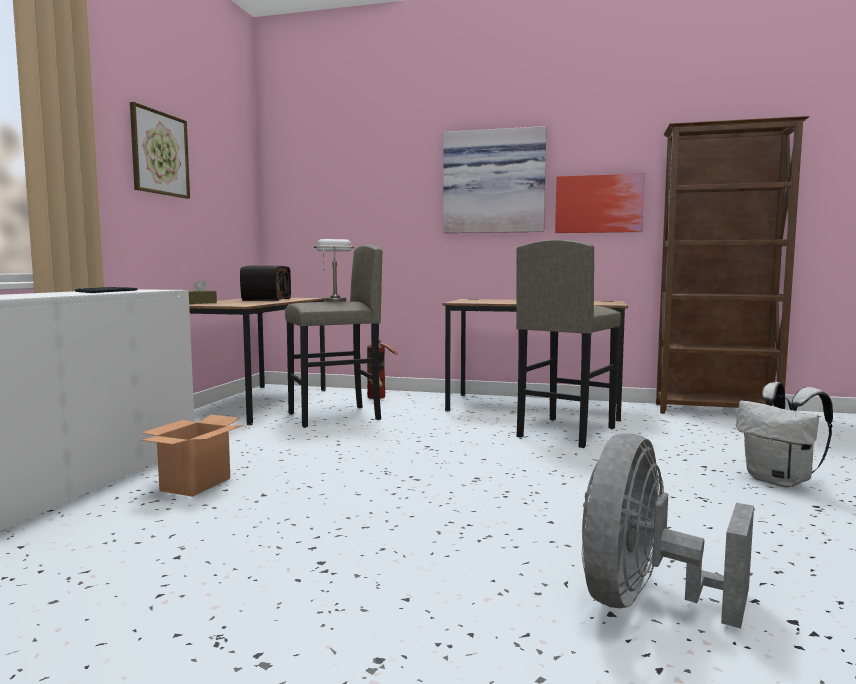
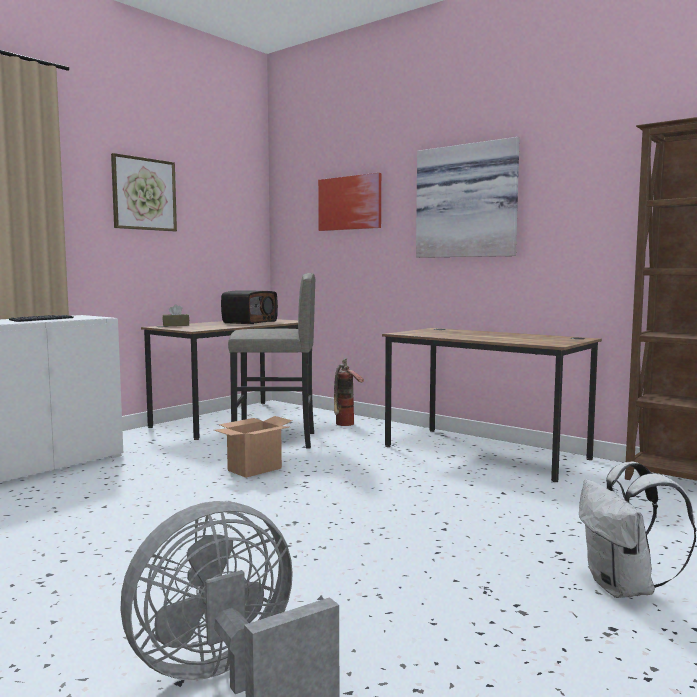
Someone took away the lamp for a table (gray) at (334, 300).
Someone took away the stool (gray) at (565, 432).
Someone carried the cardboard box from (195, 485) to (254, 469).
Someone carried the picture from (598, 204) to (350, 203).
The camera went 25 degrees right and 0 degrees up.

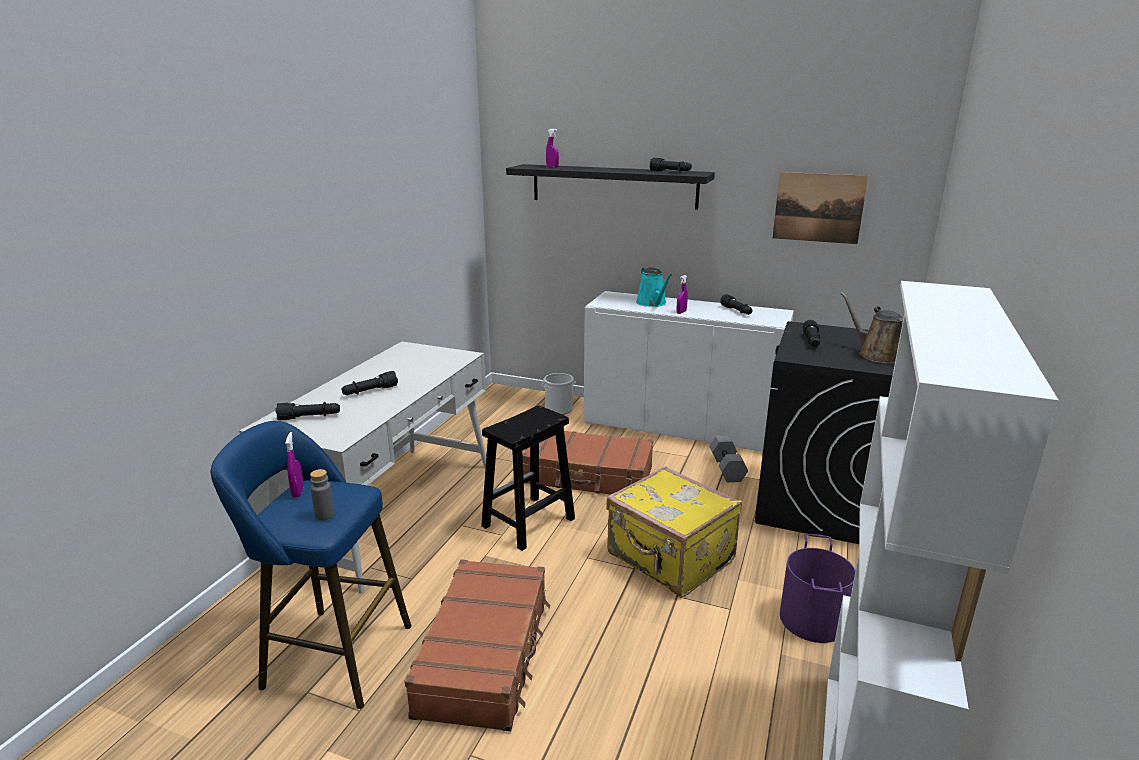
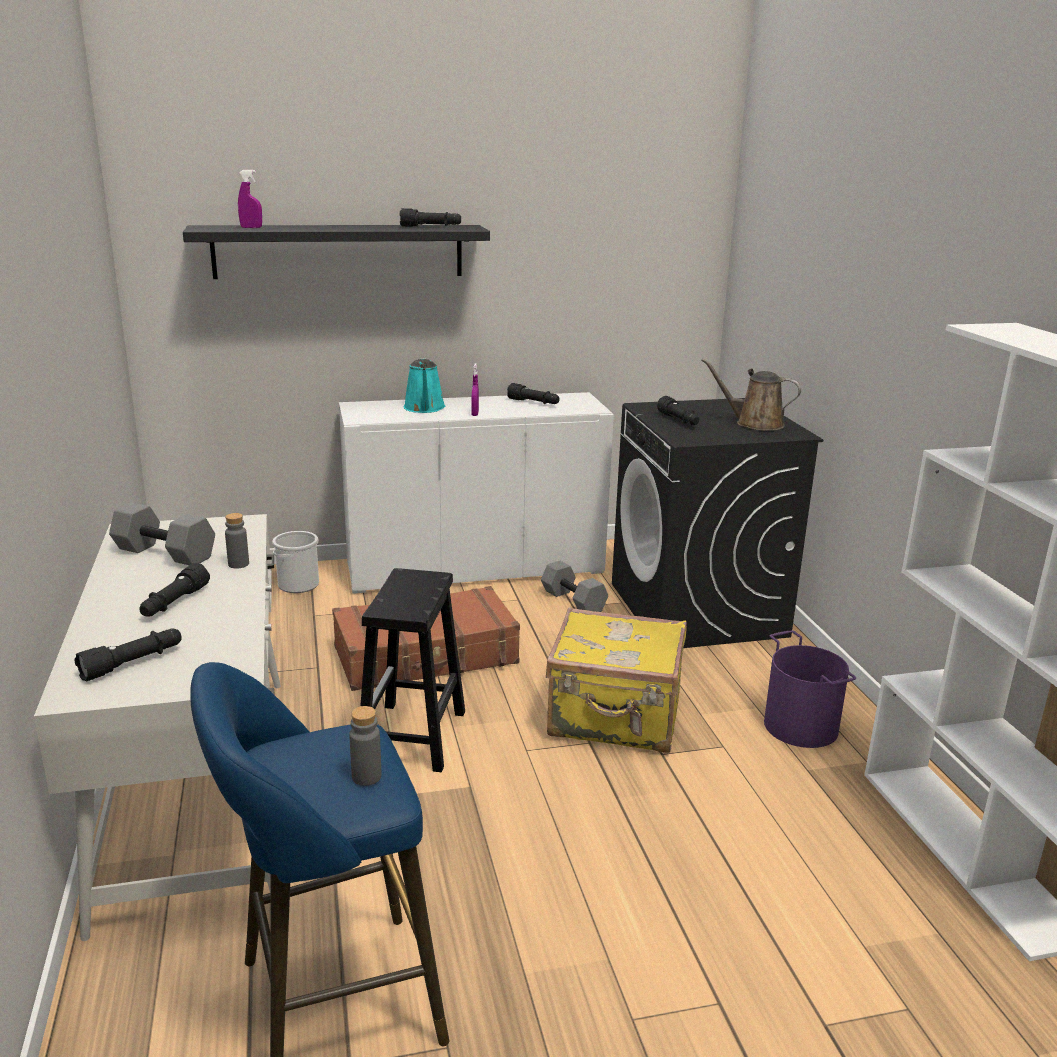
Someone took away the spray bottle (purplish) at (298, 492).
Someone took away the piece of luggage (brownish) at (486, 654).
Someone took away the picture at (818, 207).
Someone put down the dumbbell (gray) at (166, 553).
Someone put down the beverage bottle (gray) at (238, 564).
Someone rotated the sprinkling can (blue-green) at (652, 303) by 45 degrees clockwise.
The camera went 35 degrees left and 0 degrees up.

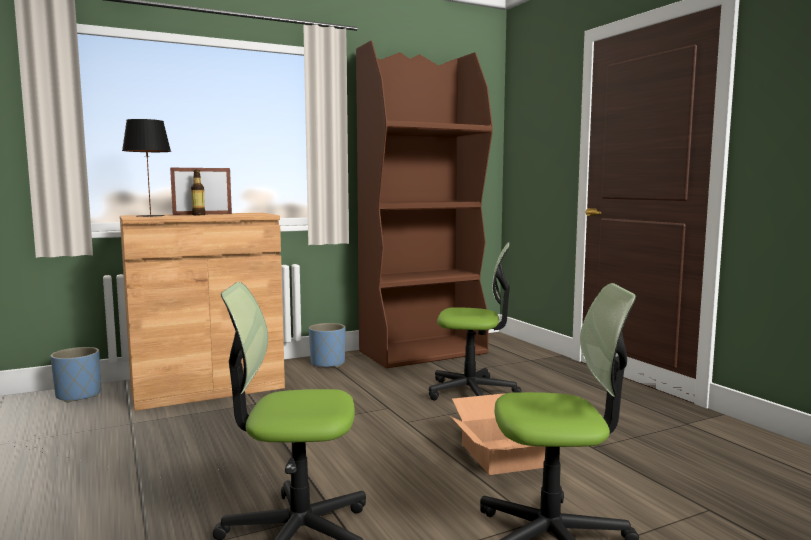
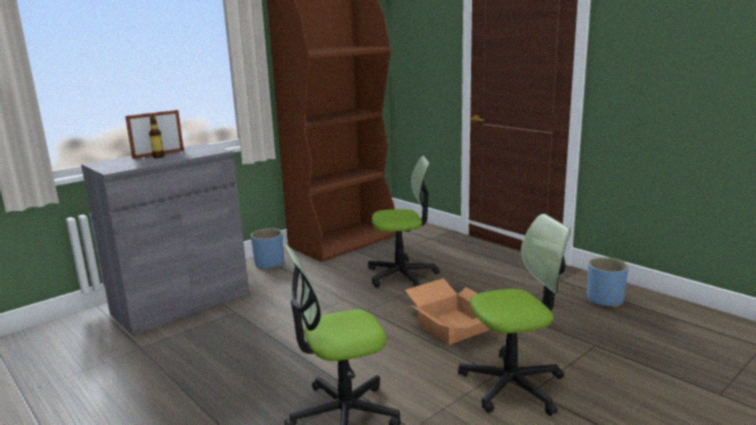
Someone took away the lamp for a table (blackish) at (150, 216).
Someone carried the flower pot (blue-coloured) from (78, 395) to (604, 300).
Someone repainted the storage cabinet (brownish) at (207, 388), which became the storage cabinet (gray) at (181, 303).
The camera went 15 degrees left and 10 degrees up.

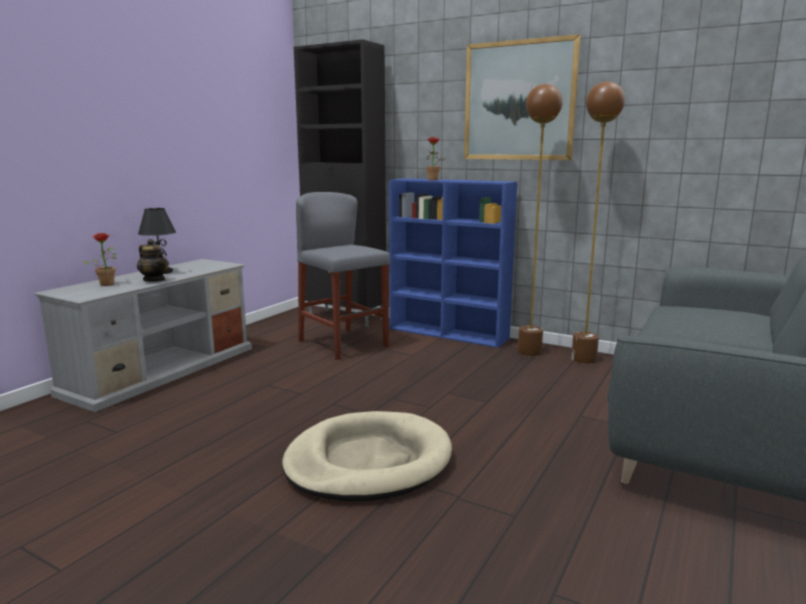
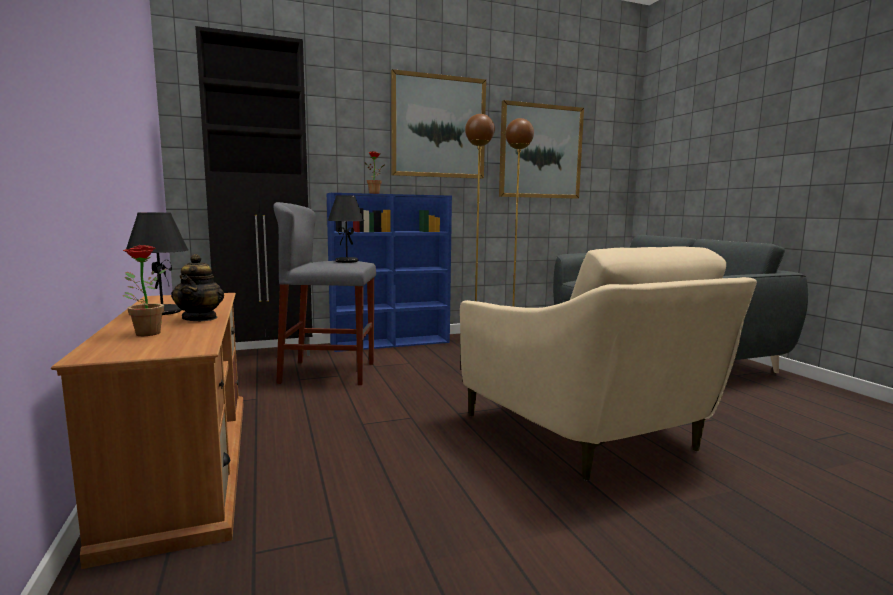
Someone put down the lamp for a table (blackish) at (346, 261).
Someone put up the picture at (540, 152).
Someone swapped the dog cushion (beige) at (368, 462) for the easy chair (beige) at (591, 433).
Someone repainted the tv stand (gray) at (162, 369), which became the tv stand (brownish) at (184, 462).
Someone rotated the tea pot at (154, 280) by 90 degrees clockwise.
The camera went 50 degrees left and 5 degrees down.

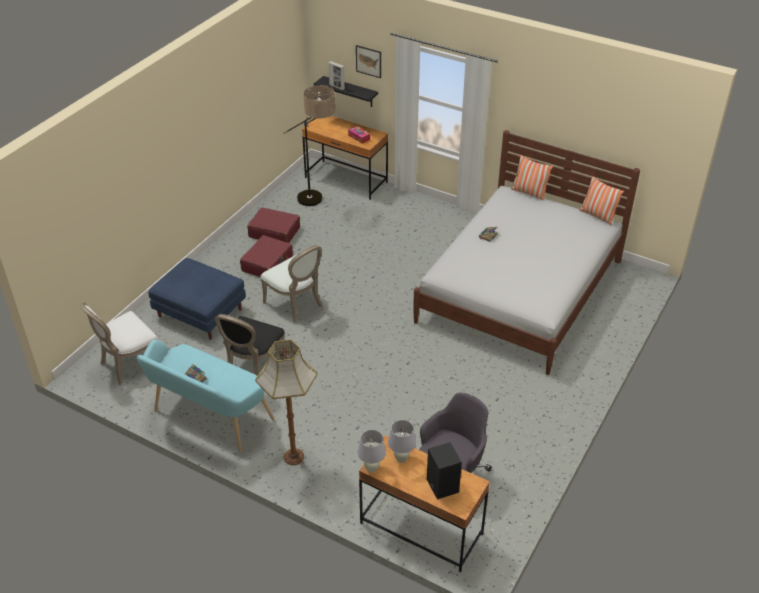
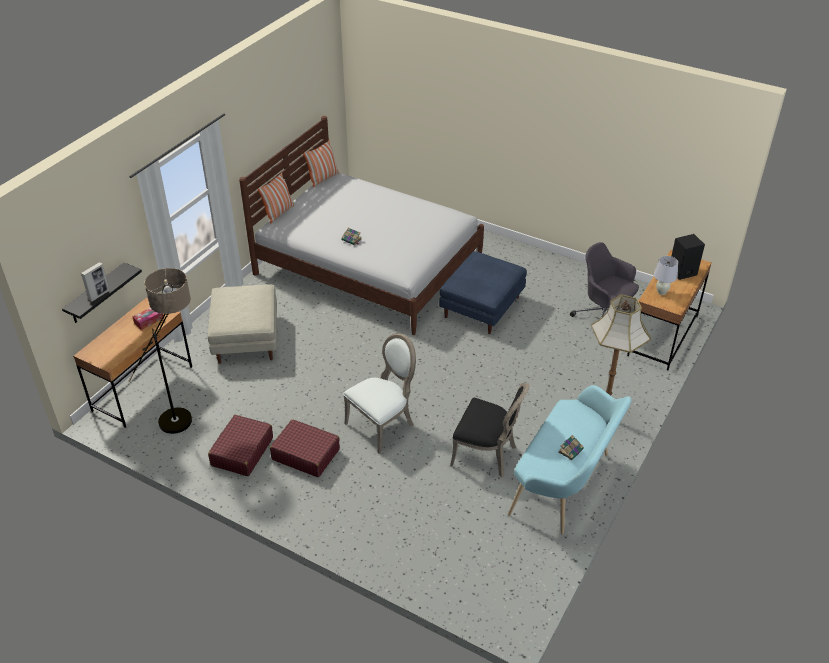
Someone took away the upright chair (whitish) at (128, 364).
Someone took away the picture at (368, 61).
Someone took away the lamp for a table (whitish) at (371, 468).
Someone put down the footrest (beige) at (246, 338).
Someone carried the footrest (blue-coloured) from (201, 313) to (482, 306).
The camera went 90 degrees left and 0 degrees up.

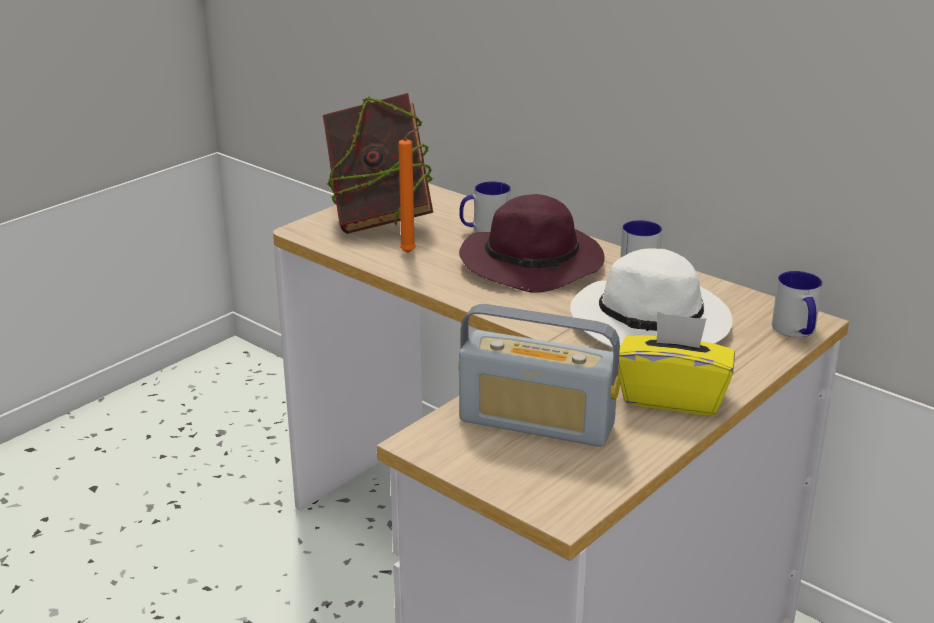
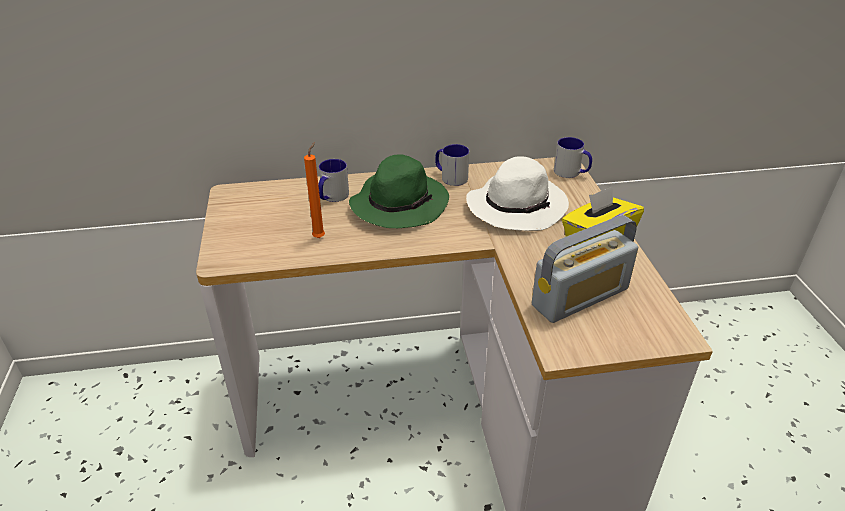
Someone took away the volume at (379, 220).
Someone repainted the clothing hat (purplish) at (534, 264), which became the clothing hat (greenish) at (399, 204).
The camera went 50 degrees left and 10 degrees up.

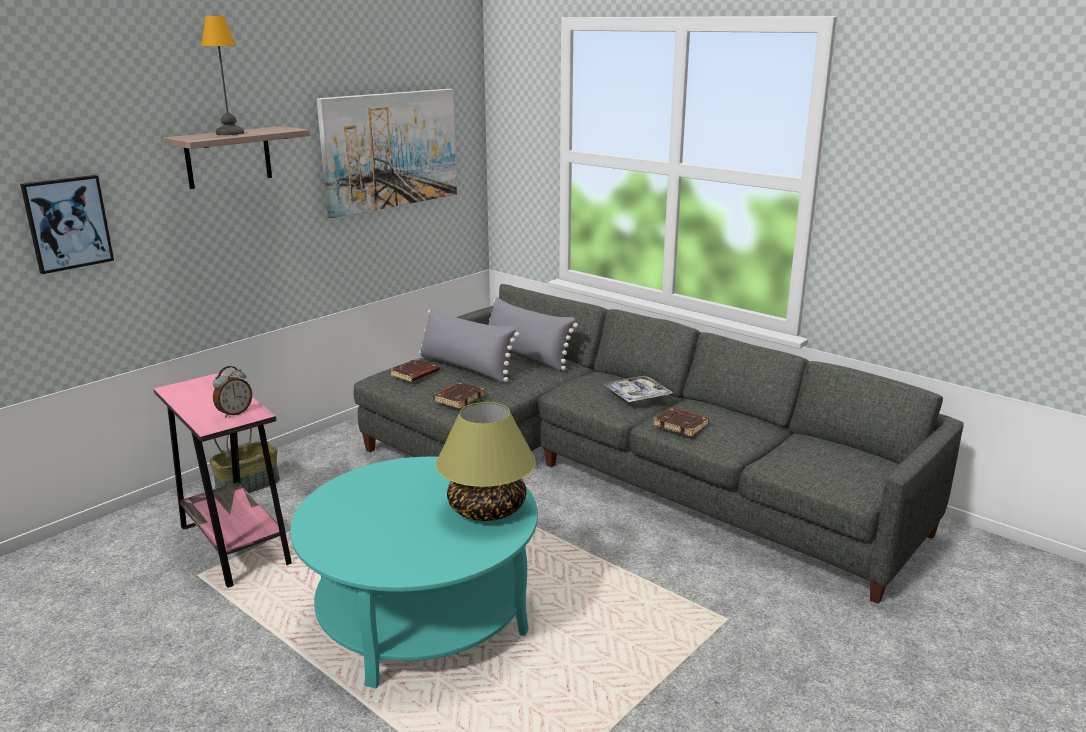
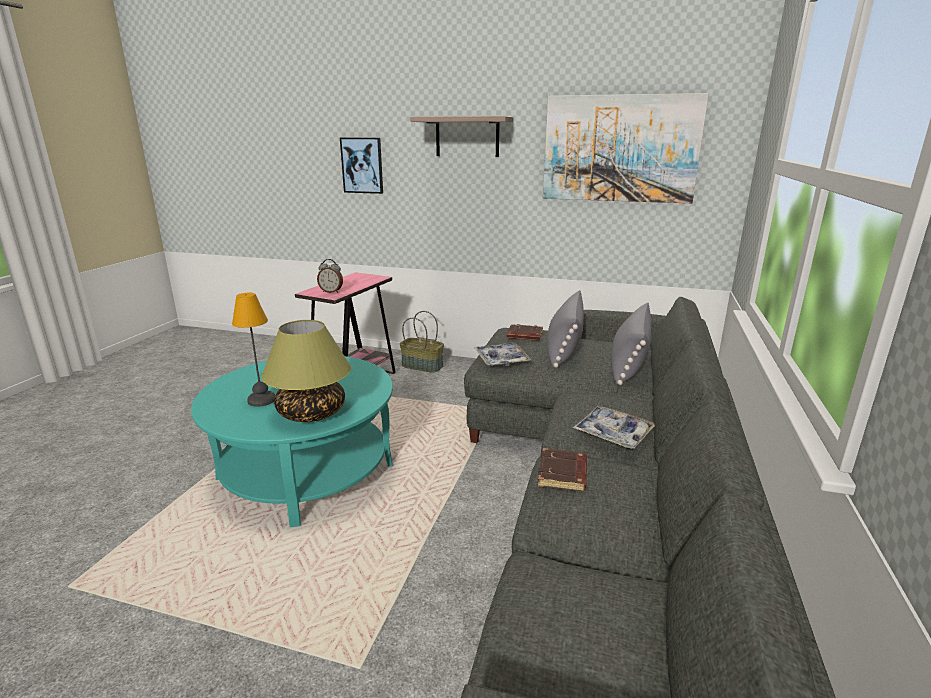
Someone carried the lamp for a table from (230, 133) to (262, 399).
Someone swapped the volume (brownish) at (459, 398) for the tray at (501, 360).
The camera went 65 degrees right and 0 degrees up.

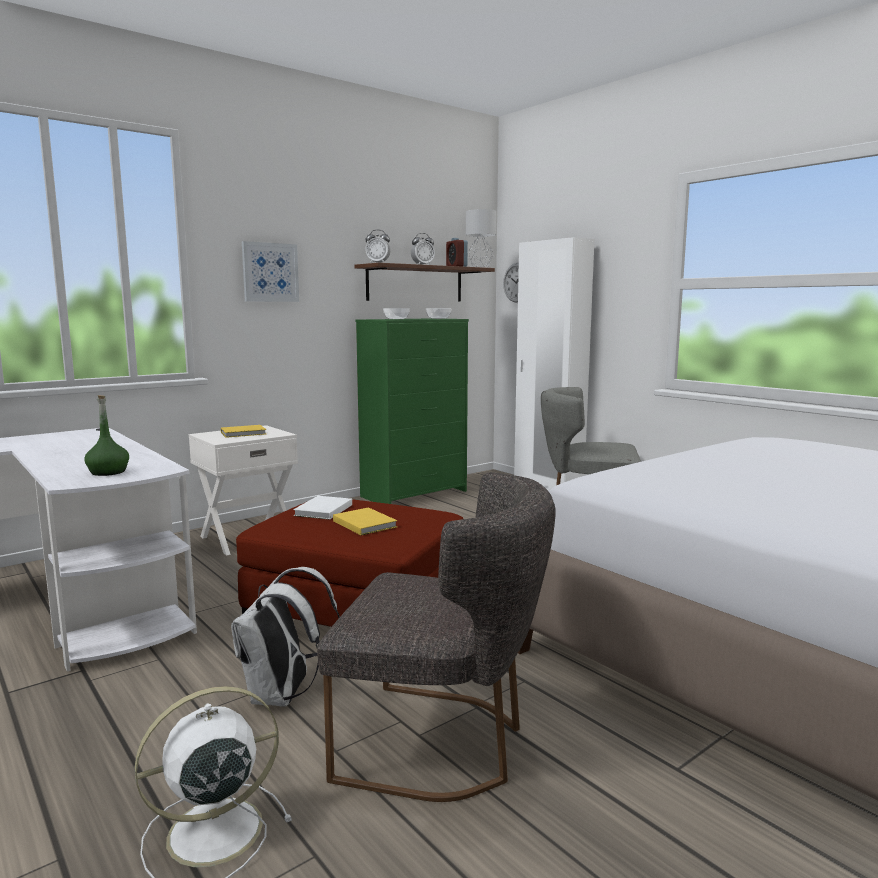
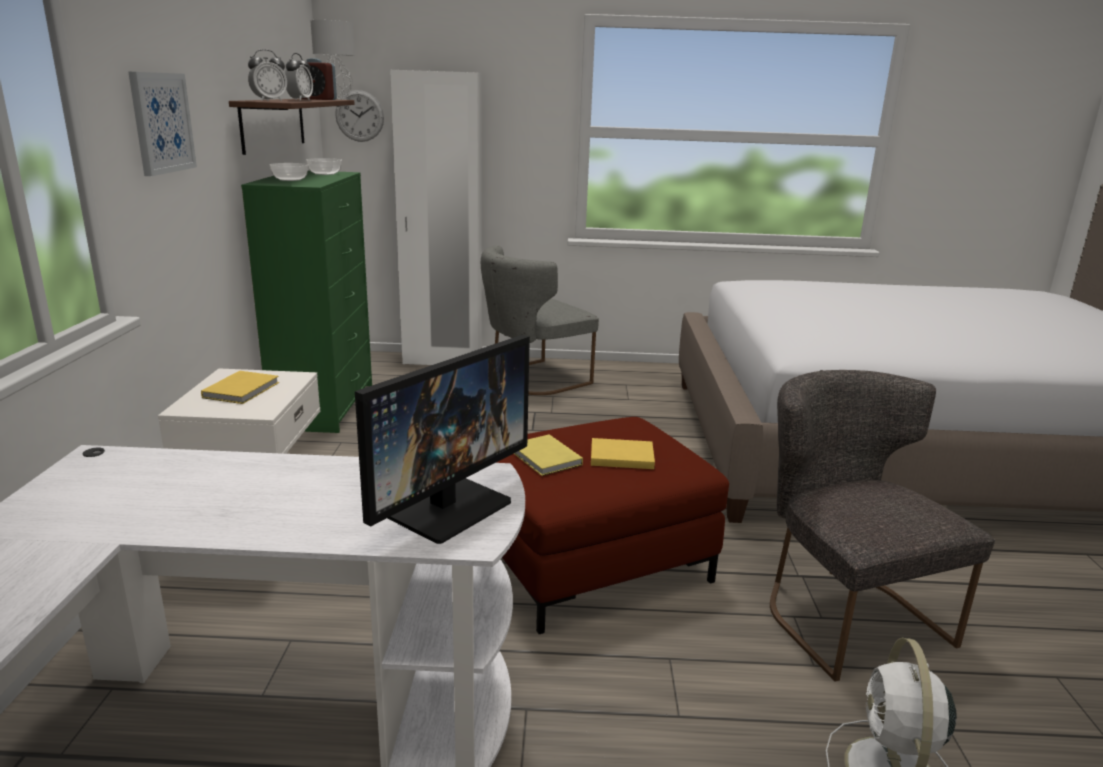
Someone took away the backpack (whitish) at (282, 696).
Someone swapped the beverage bottle (greenish) at (108, 472) for the computer screen at (445, 506).
Someone repainted the volume (whitish) at (322, 510), which became the volume (yellow) at (545, 458).
Someone rotated the upright chair (gray) at (442, 743) by 75 degrees counterclockwise.
The camera went 50 degrees left and 10 degrees up.

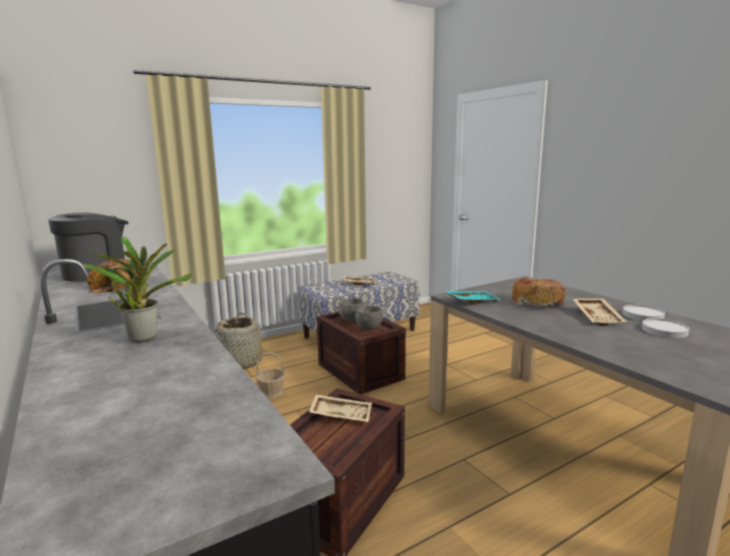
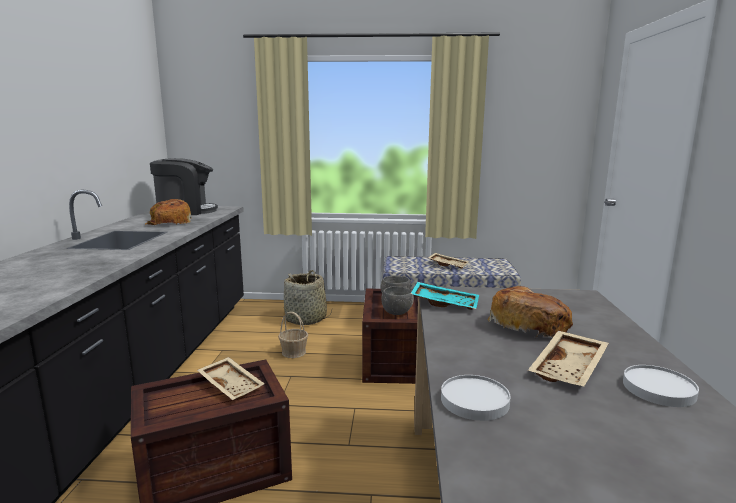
Someone took away the plant in a pot at (143, 336).
Someone carried the flat dish (whitish) from (664, 330) to (474, 400).
The camera went 35 degrees right and 0 degrees up.

